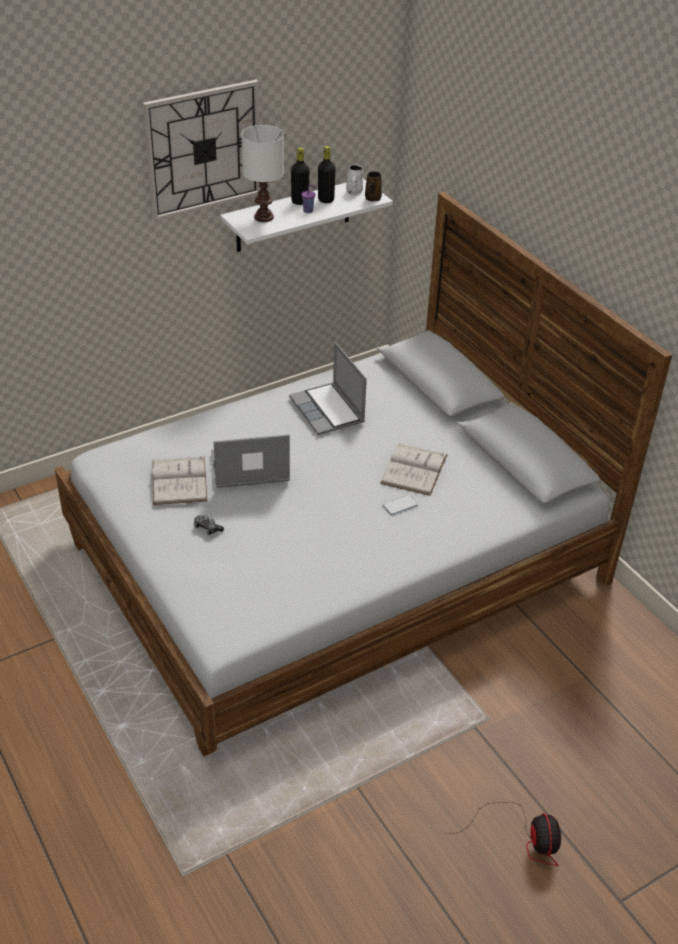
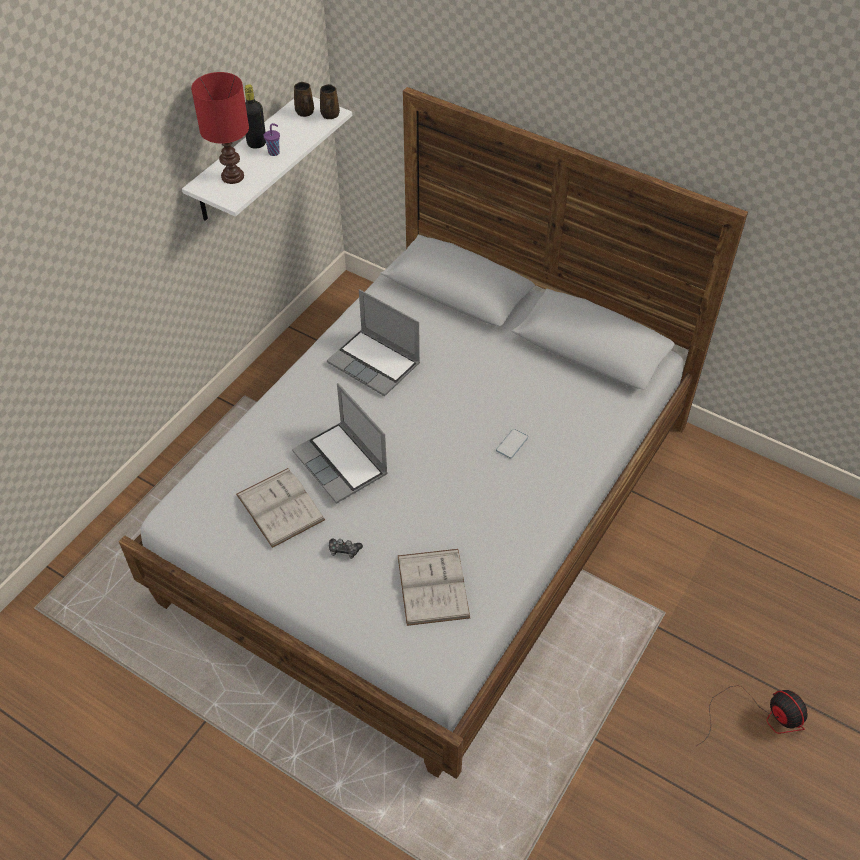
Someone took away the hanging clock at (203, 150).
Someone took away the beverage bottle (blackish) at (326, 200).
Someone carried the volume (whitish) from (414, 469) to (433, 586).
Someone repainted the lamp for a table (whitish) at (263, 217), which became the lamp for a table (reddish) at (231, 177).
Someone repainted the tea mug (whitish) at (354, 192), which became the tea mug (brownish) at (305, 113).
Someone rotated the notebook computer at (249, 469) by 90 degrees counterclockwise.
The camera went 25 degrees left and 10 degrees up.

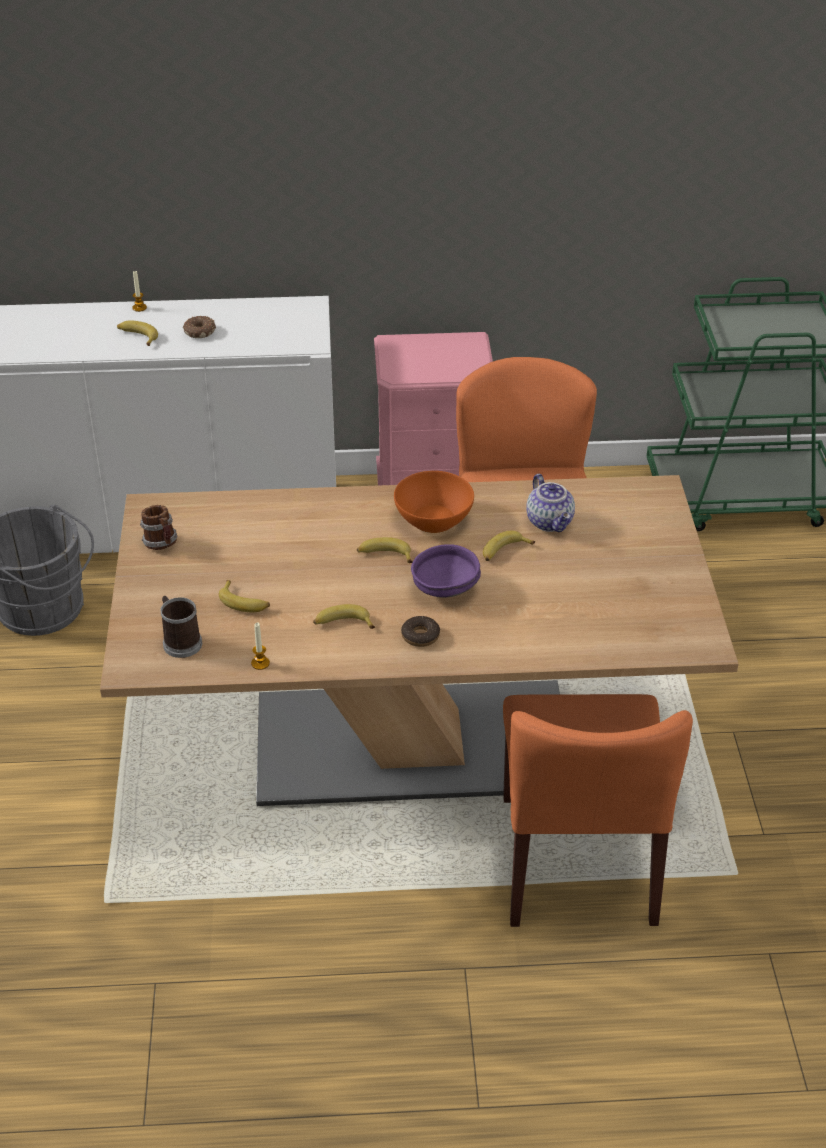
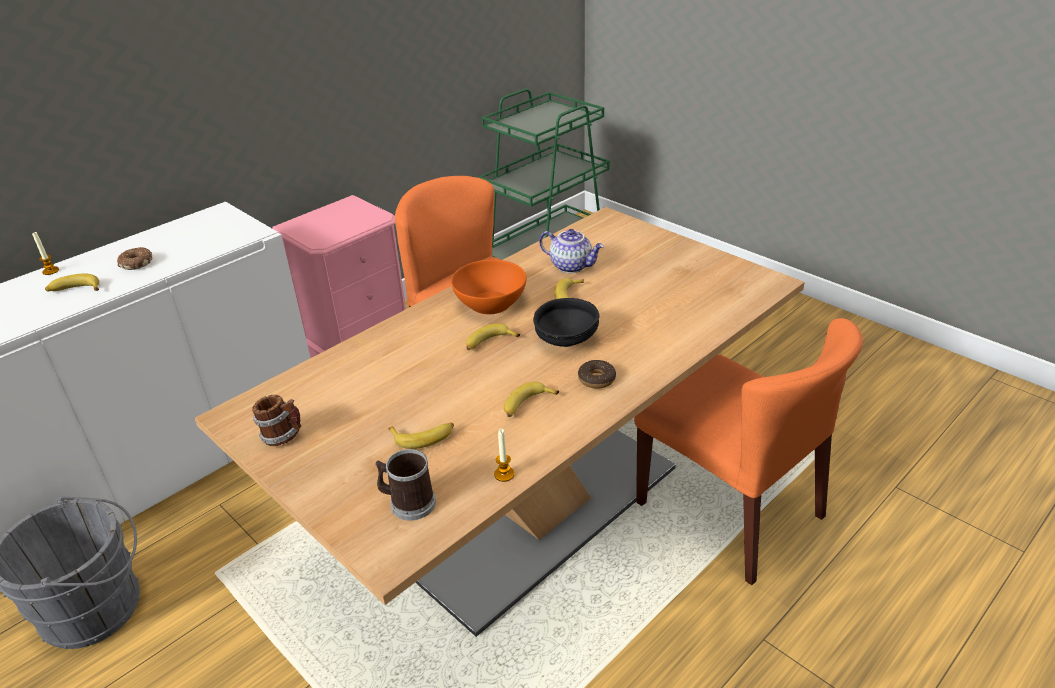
Someone repainted the bowl (purplish) at (444, 589), which became the bowl (blackish) at (565, 340).
The camera went 40 degrees left and 5 degrees down.

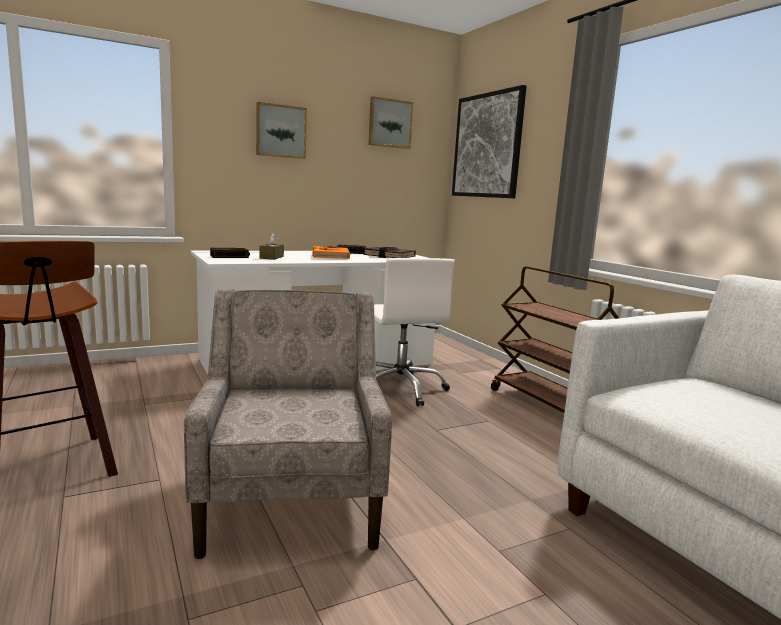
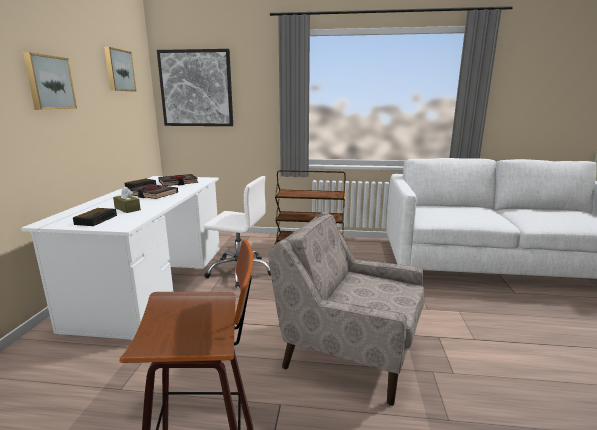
Someone repainted the volume (orange) at (330, 256), which became the volume (blackish) at (153, 194).
The camera went 55 degrees left and 5 degrees up.

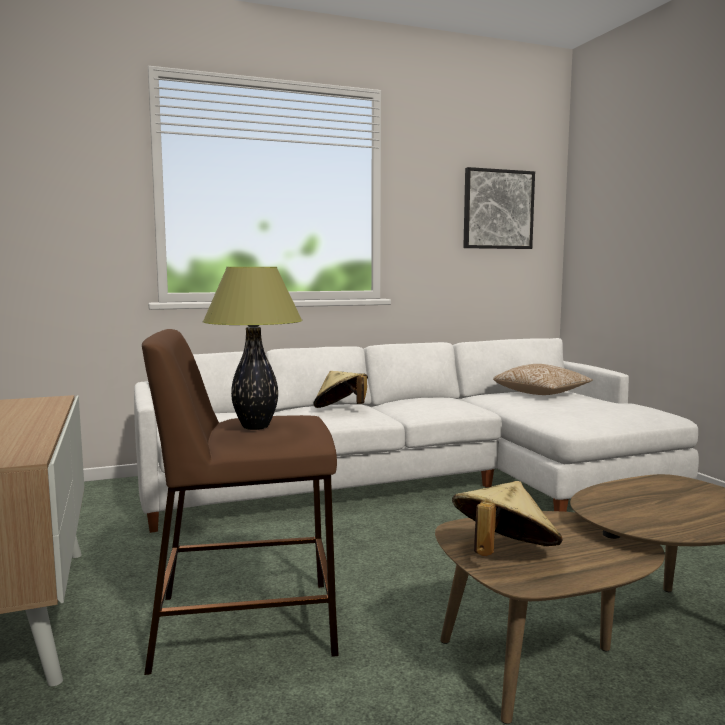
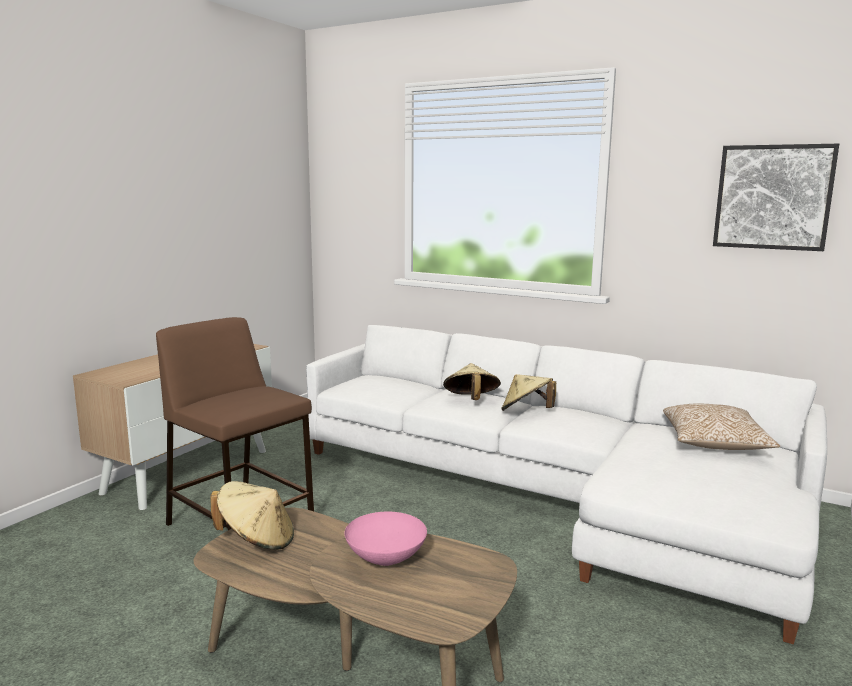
Someone took away the lamp for a table at (256, 427).
Someone put down the bowl (pink) at (384, 558).
Someone put down the clothing hat (beige) at (526, 412).
The camera went 50 degrees right and 5 degrees up.

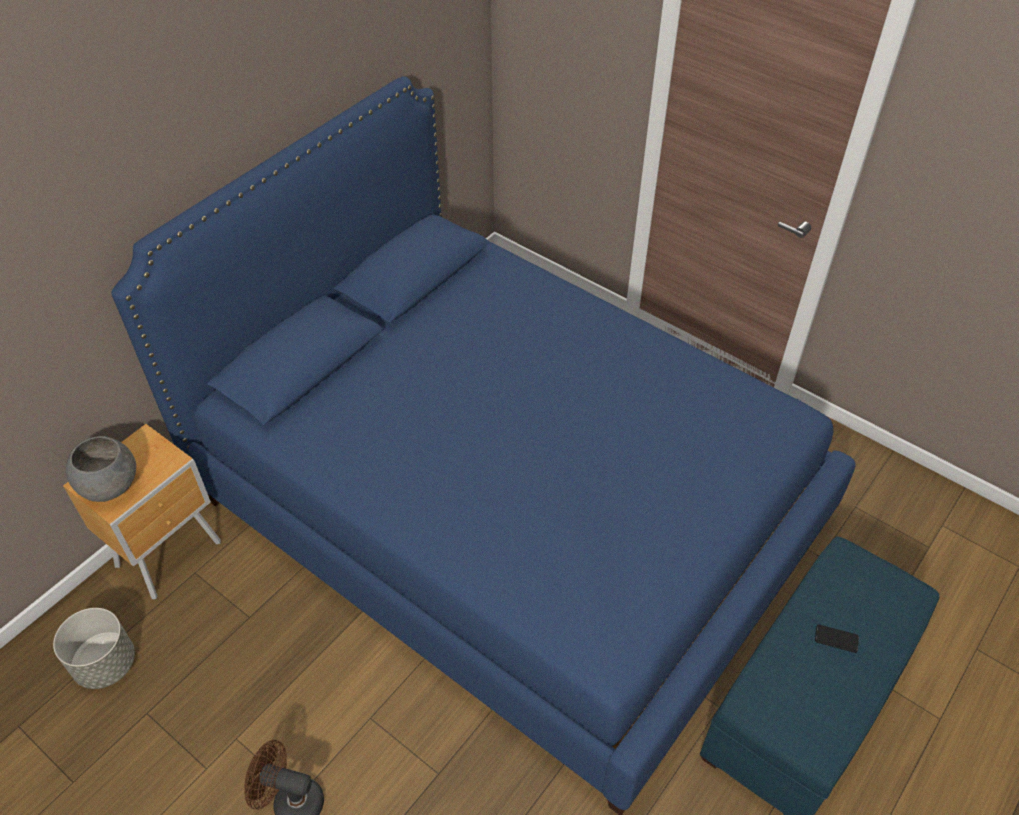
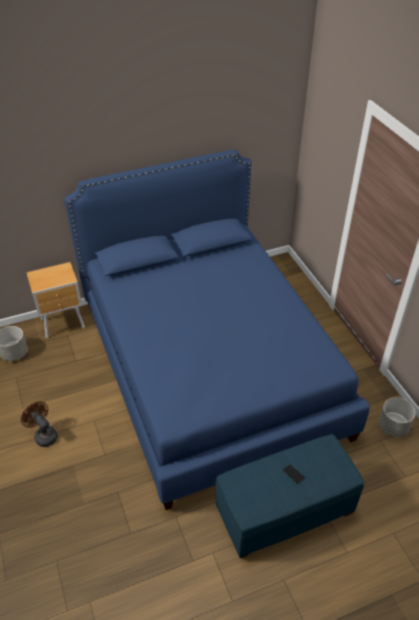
Someone took away the bowl (gray) at (109, 486).
Someone put down the flower pot (gray) at (393, 427).
The camera went 30 degrees right and 5 degrees down.

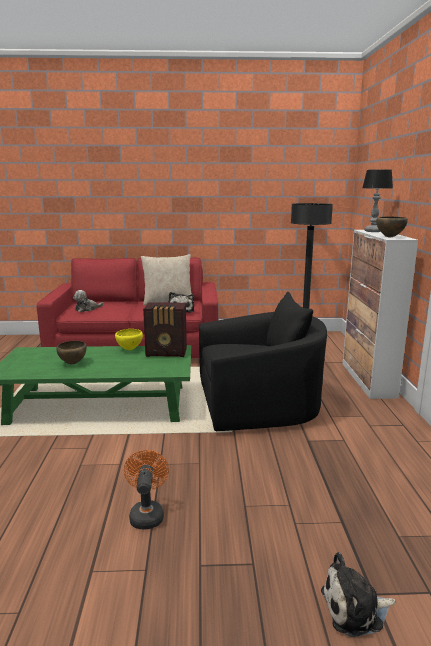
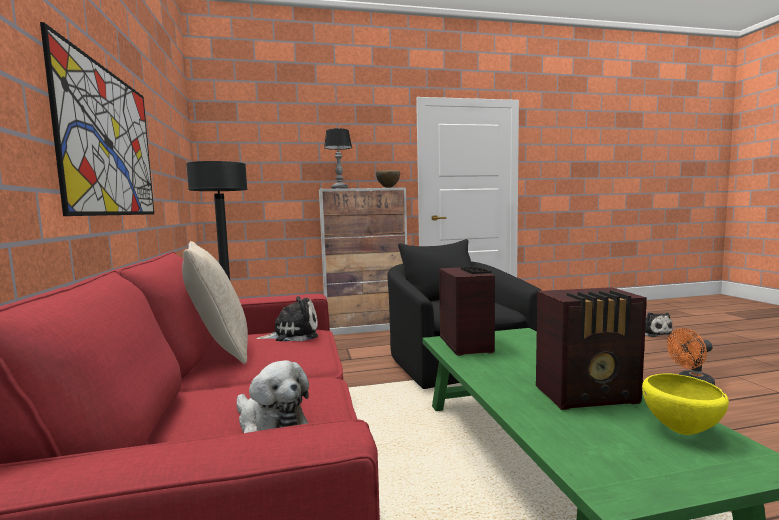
Someone put up the picture at (110, 143).
Someone carried the bowl (yellow) from (129, 349) to (682, 431).
Someone swapped the bowl (brownish) at (73, 363) for the radio at (589, 396).
The camera went 100 degrees left and 10 degrees down.

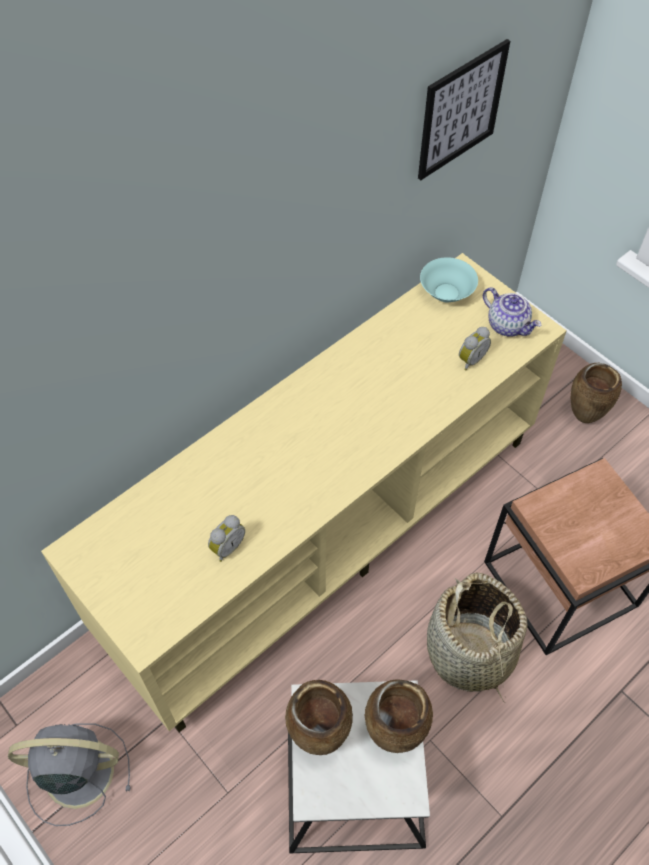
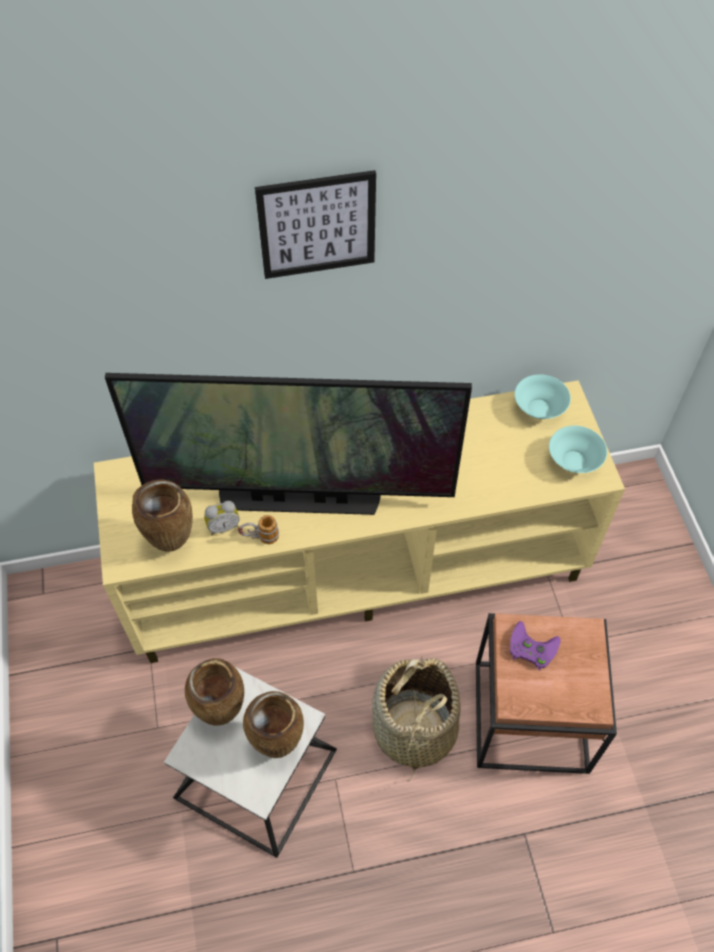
Someone took away the cooling fan (gray) at (76, 772).
Someone took away the alarm clock at (470, 359).
Someone put down the TV set at (299, 498).
Someone put down the tea mug at (260, 538).
Someone put down the gamepad (purplish) at (530, 648).
Someone carried the picture from (461, 110) to (317, 225).
Someone carried the vase (brownish) from (583, 417) to (173, 543).
Someone swapped the tea pot at (508, 325) for the bowl (blue-green) at (574, 460).
The camera went 30 degrees right and 0 degrees up.

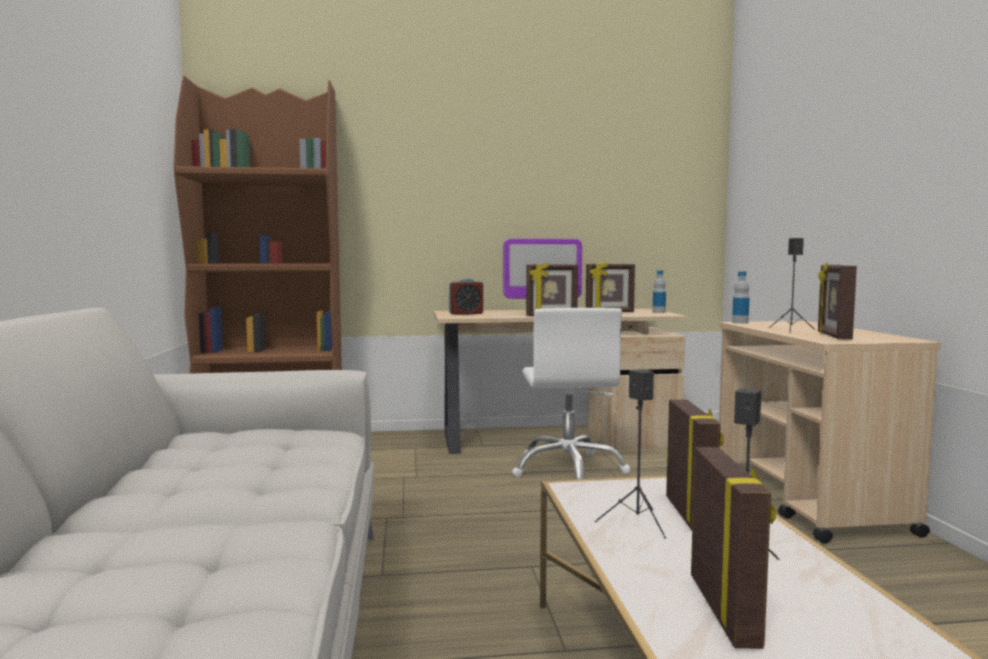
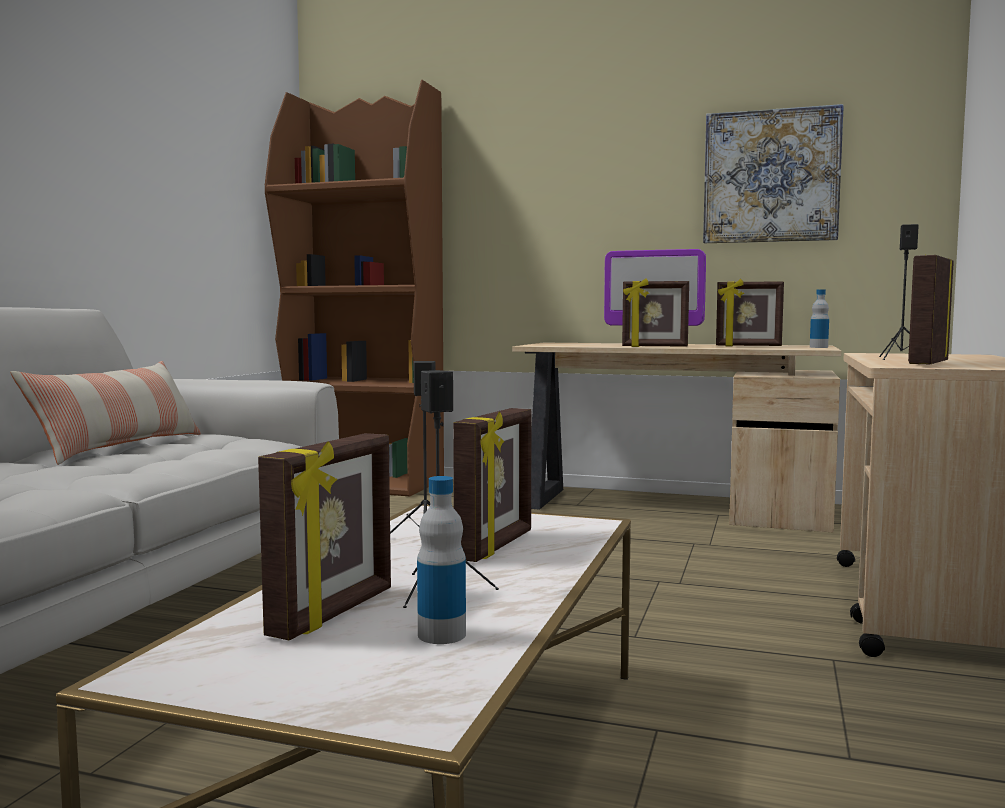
Someone took away the alarm clock at (466, 313).
Someone took away the desk chair (whitish) at (568, 469).
Someone put down the pillow at (119, 447).
Someone put up the picture at (771, 176).
Someone carried the beverage bottle from (740, 322) to (442, 634).
The camera went 25 degrees right and 0 degrees up.

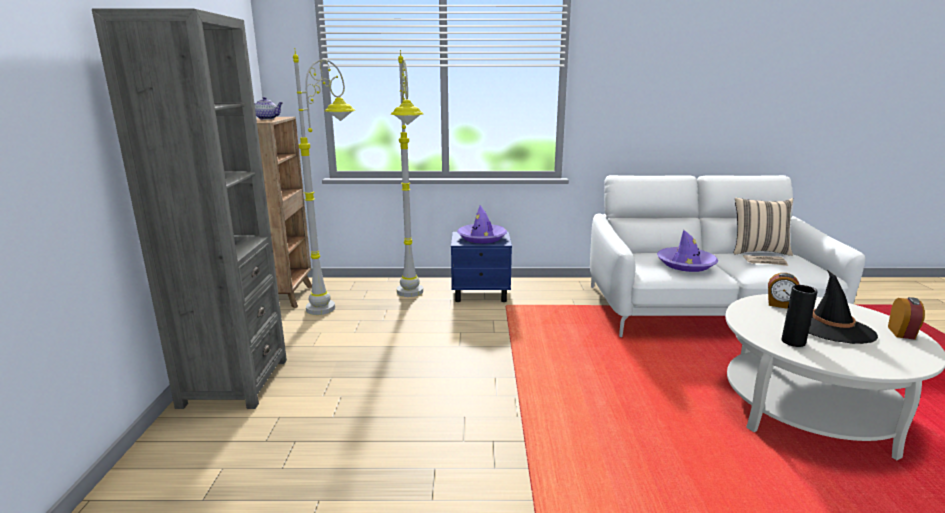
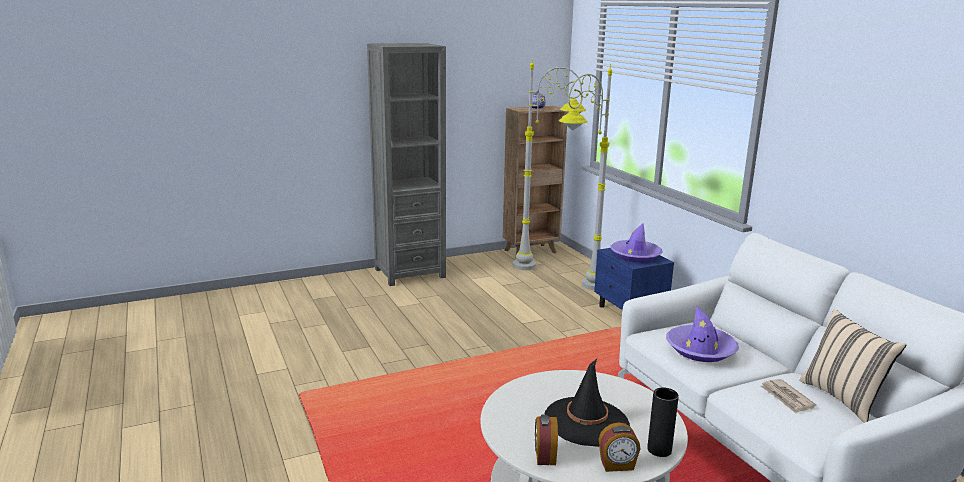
Someone carried the alarm clock from (780, 305) to (544, 456).
Someone carried the vase (blackish) from (793, 342) to (659, 450).
The camera went 65 degrees right and 0 degrees up.

